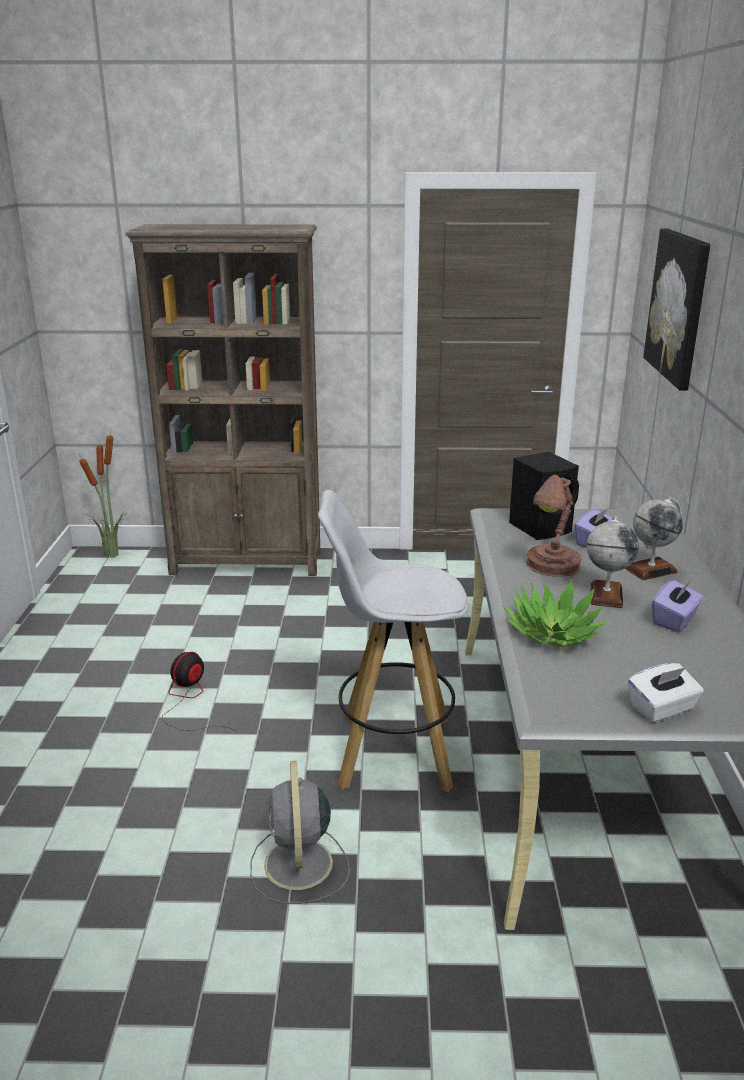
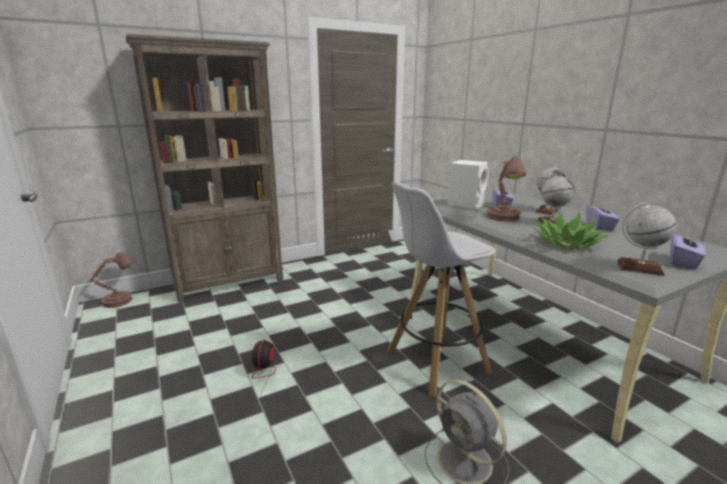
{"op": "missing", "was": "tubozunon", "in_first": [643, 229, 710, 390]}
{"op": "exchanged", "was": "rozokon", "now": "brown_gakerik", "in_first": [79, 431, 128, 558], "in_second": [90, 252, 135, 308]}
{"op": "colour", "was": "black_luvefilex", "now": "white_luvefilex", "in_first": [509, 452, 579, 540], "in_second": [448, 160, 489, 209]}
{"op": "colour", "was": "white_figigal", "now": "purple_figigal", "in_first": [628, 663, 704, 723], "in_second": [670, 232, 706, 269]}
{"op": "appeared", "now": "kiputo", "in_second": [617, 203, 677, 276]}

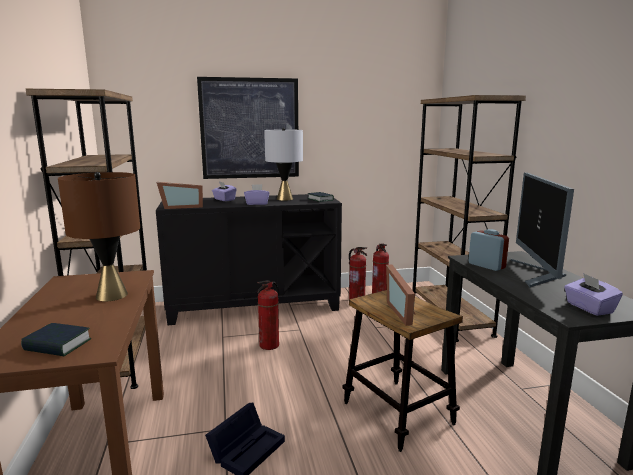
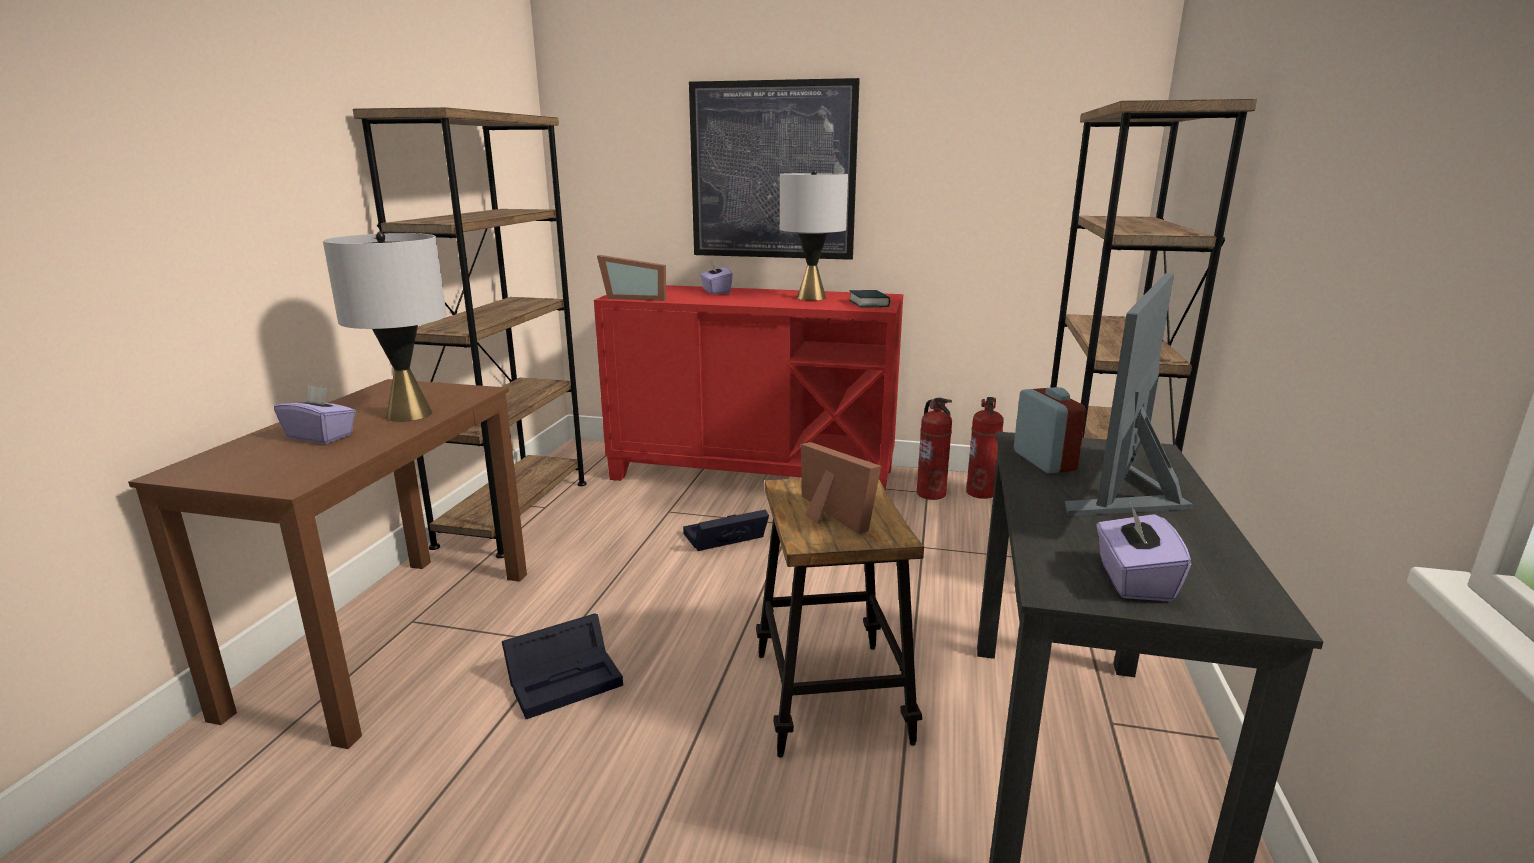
{"op": "colour", "was": "brown_gakerik", "now": "grey_gakerik", "in_first": [58, 172, 140, 301], "in_second": [323, 231, 447, 422]}
{"op": "relocated", "was": "purple_figigal", "in_first": [244, 184, 270, 205], "in_second": [274, 385, 356, 444]}
{"op": "colour", "was": "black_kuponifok", "now": "red_kuponifok", "in_first": [156, 194, 342, 325], "in_second": [594, 285, 903, 491]}
{"op": "spun", "was": "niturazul", "in_first": [386, 265, 416, 326], "in_second": [801, 442, 881, 534], "clockwise": 135}
{"op": "exchanged", "was": "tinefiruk", "now": "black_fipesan", "in_first": [257, 280, 279, 350], "in_second": [683, 509, 769, 551]}
{"op": "missing", "was": "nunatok", "in_first": [21, 323, 91, 356]}

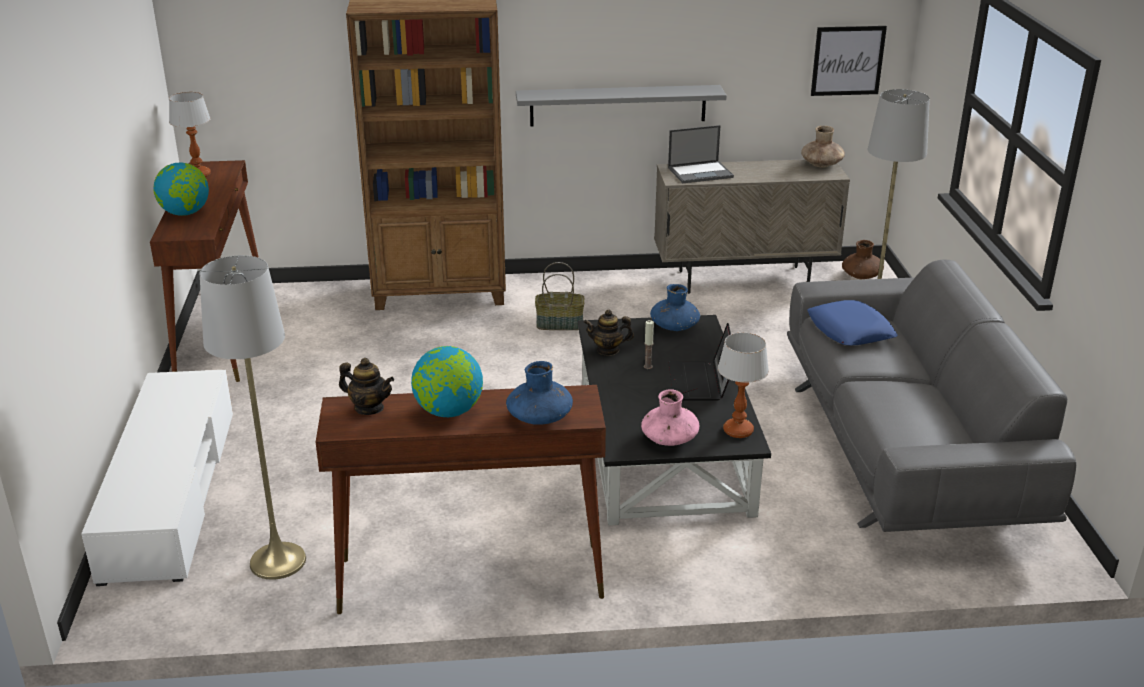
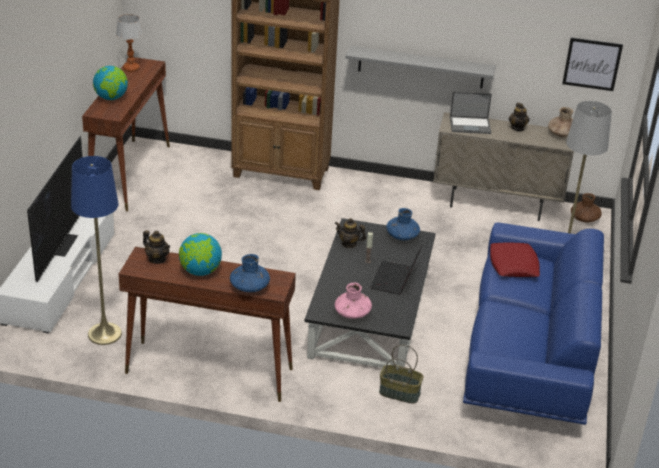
{"op": "colour", "was": "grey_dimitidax", "now": "blue_dimitidax", "in_first": [200, 255, 306, 580], "in_second": [71, 156, 122, 345]}
{"op": "colour", "was": "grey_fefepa", "now": "blue_fefepa", "in_first": [787, 259, 1076, 532], "in_second": [463, 223, 604, 425]}
{"op": "relocated", "was": "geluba", "in_first": [535, 262, 584, 330], "in_second": [379, 345, 424, 404]}
{"op": "colour", "was": "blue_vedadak", "now": "red_vedadak", "in_first": [807, 300, 898, 345], "in_second": [490, 243, 540, 277]}
{"op": "missing", "was": "gakerik", "in_first": [718, 333, 769, 438]}
{"op": "appeared", "now": "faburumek", "in_second": [509, 103, 529, 131]}
{"op": "appeared", "now": "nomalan", "in_second": [27, 136, 83, 282]}

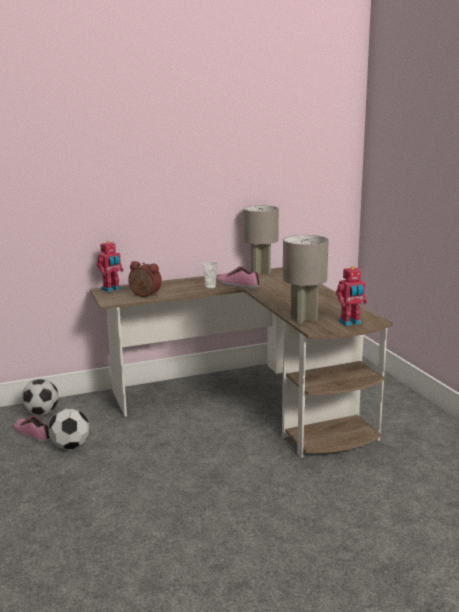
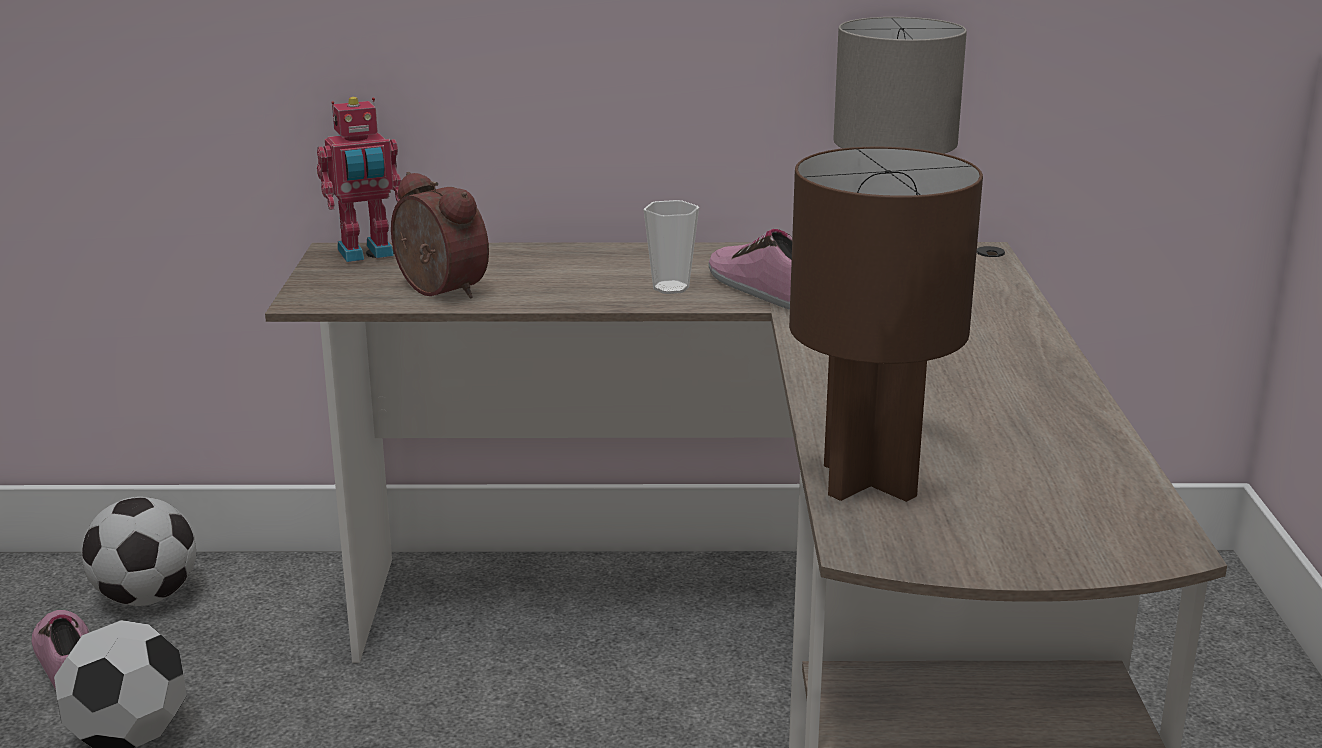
{"op": "colour", "was": "grey_gakerik", "now": "brown_gakerik", "in_first": [283, 235, 329, 324], "in_second": [789, 147, 983, 502]}
{"op": "missing", "was": "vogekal", "in_first": [336, 266, 367, 326]}

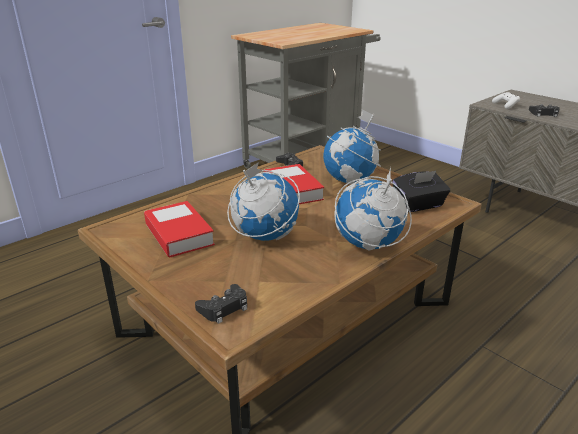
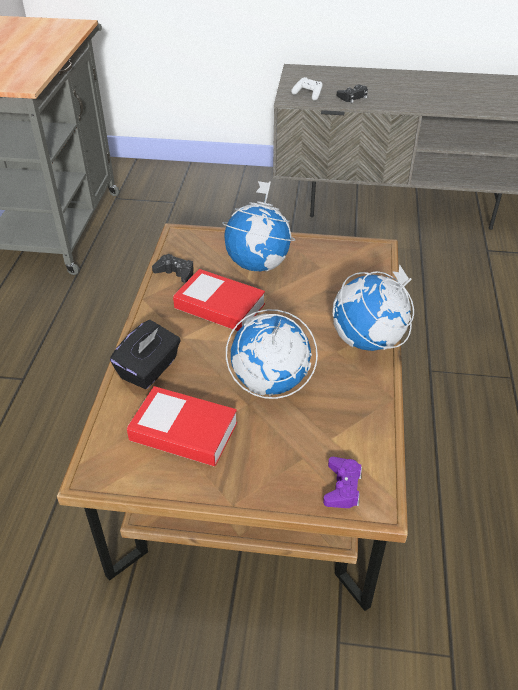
{"op": "relocated", "was": "black_figigal", "in_first": [392, 171, 450, 212], "in_second": [110, 320, 181, 389]}
{"op": "colour", "was": "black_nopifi", "now": "purple_nopifi", "in_first": [195, 284, 247, 324], "in_second": [323, 457, 362, 508]}

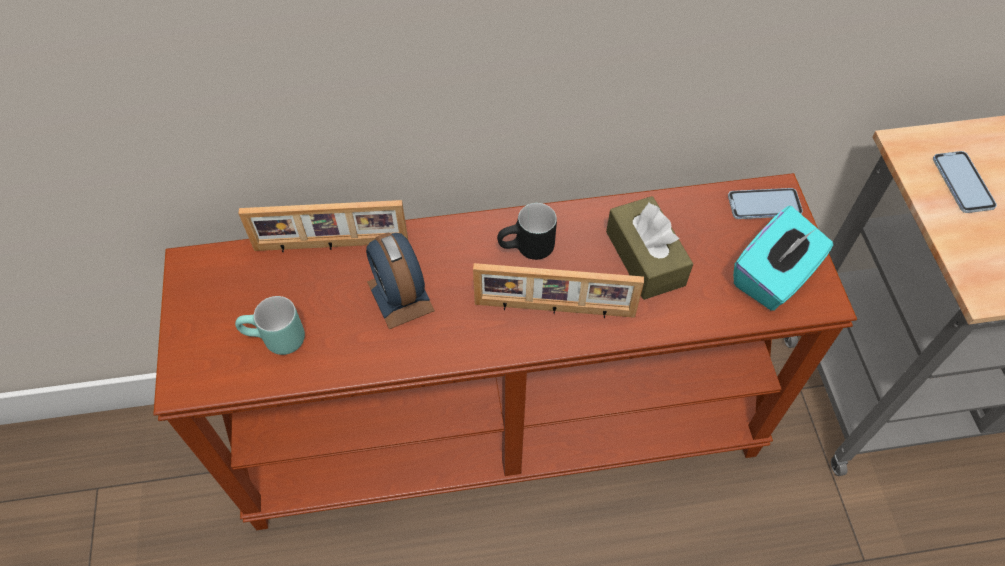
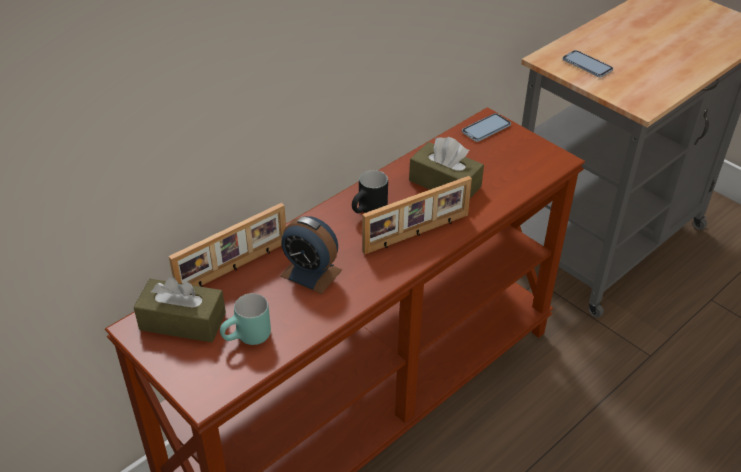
{"op": "missing", "was": "turquoise_figigal", "in_first": [733, 206, 833, 311]}
{"op": "appeared", "now": "brown_figigal", "in_second": [134, 277, 226, 342]}

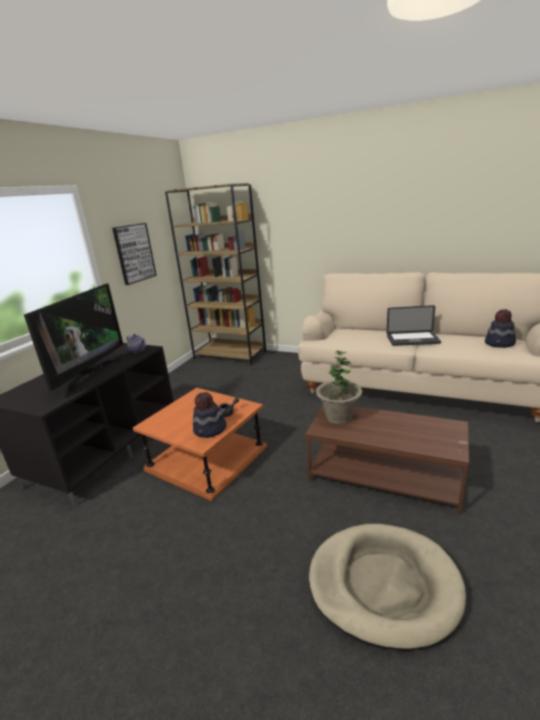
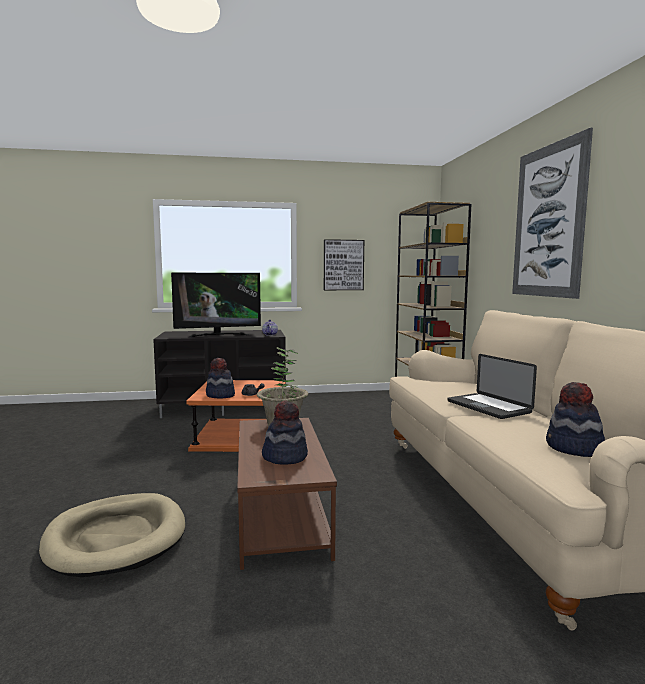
{"op": "appeared", "now": "tubozunon", "in_second": [512, 128, 593, 299]}
{"op": "appeared", "now": "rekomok", "in_second": [262, 401, 308, 464]}

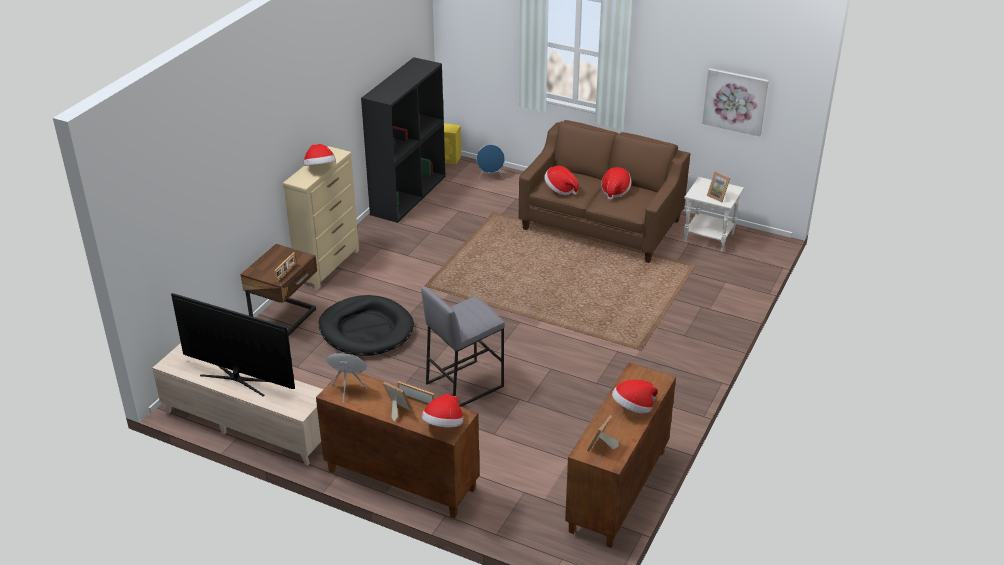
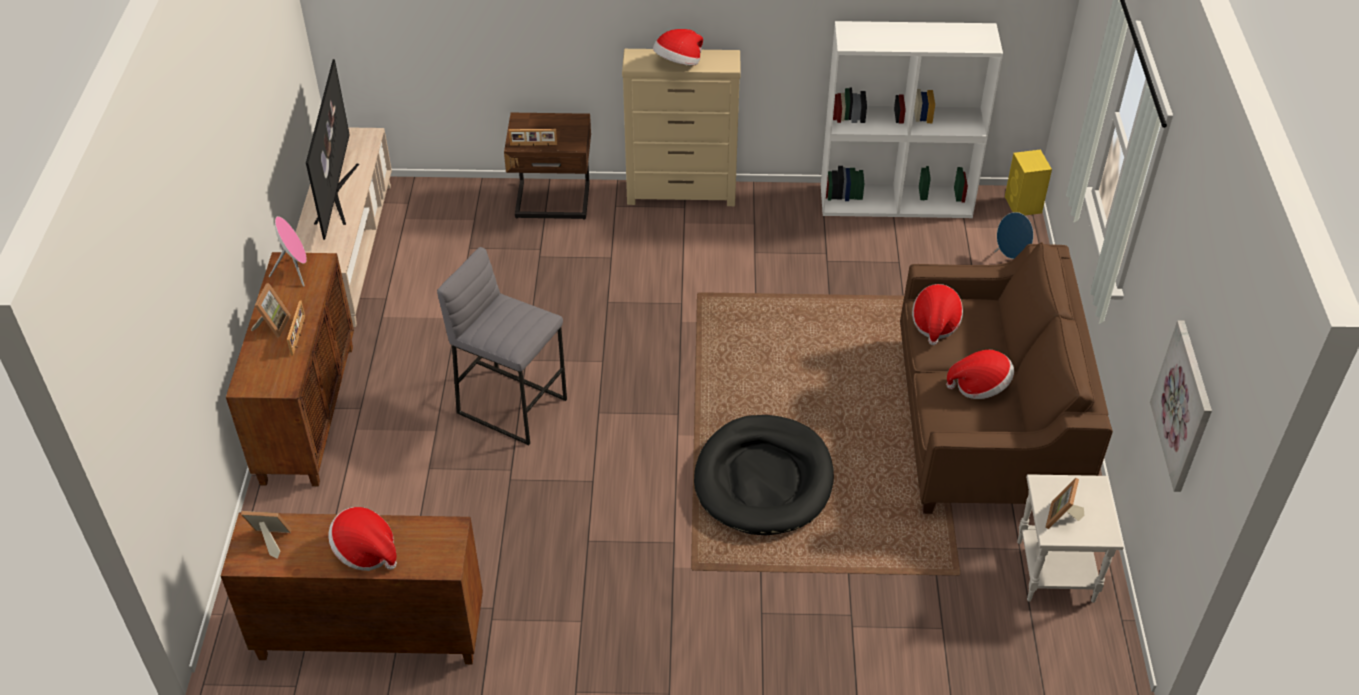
{"op": "colour", "was": "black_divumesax", "now": "white_divumesax", "in_first": [361, 57, 446, 223], "in_second": [821, 21, 1003, 218]}
{"op": "relocated", "was": "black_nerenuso", "in_first": [319, 295, 414, 356], "in_second": [694, 415, 834, 535]}
{"op": "missing", "was": "rekomok", "in_first": [422, 394, 463, 427]}

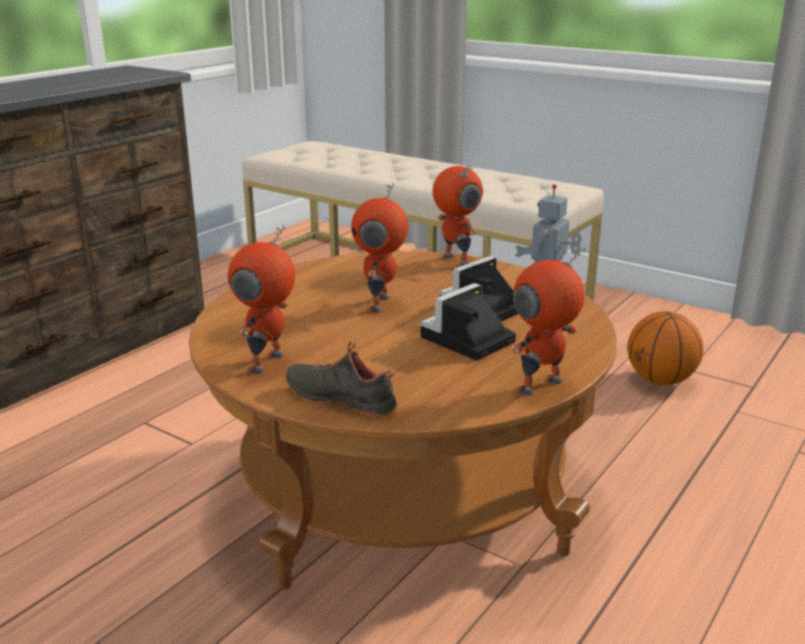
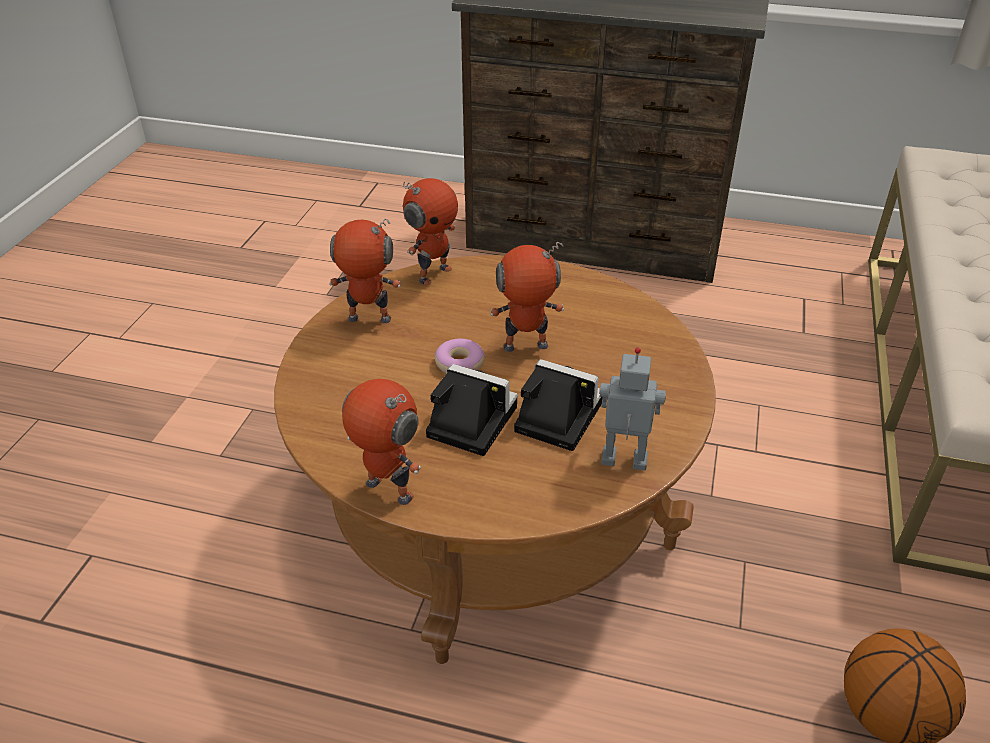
{"op": "relocated", "was": "vogekal", "in_first": [433, 165, 483, 266], "in_second": [403, 178, 458, 285]}
{"op": "missing", "was": "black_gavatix", "in_first": [285, 341, 397, 417]}
{"op": "appeared", "now": "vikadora", "in_second": [435, 338, 485, 374]}

